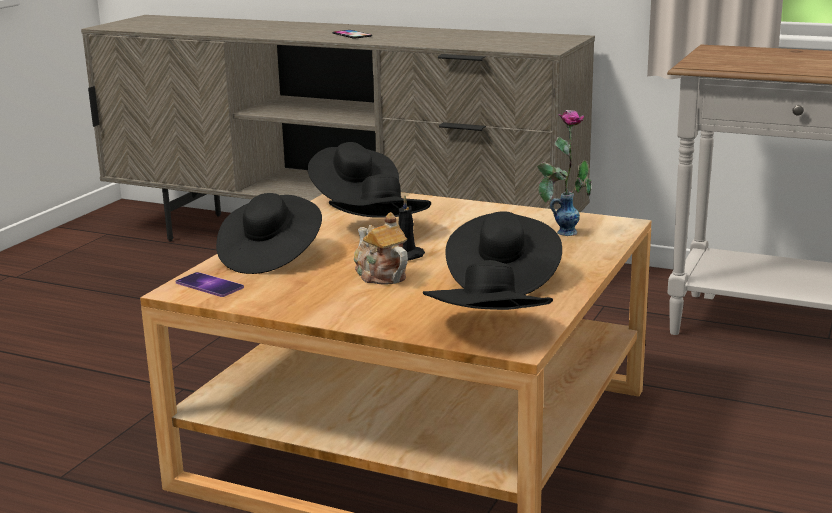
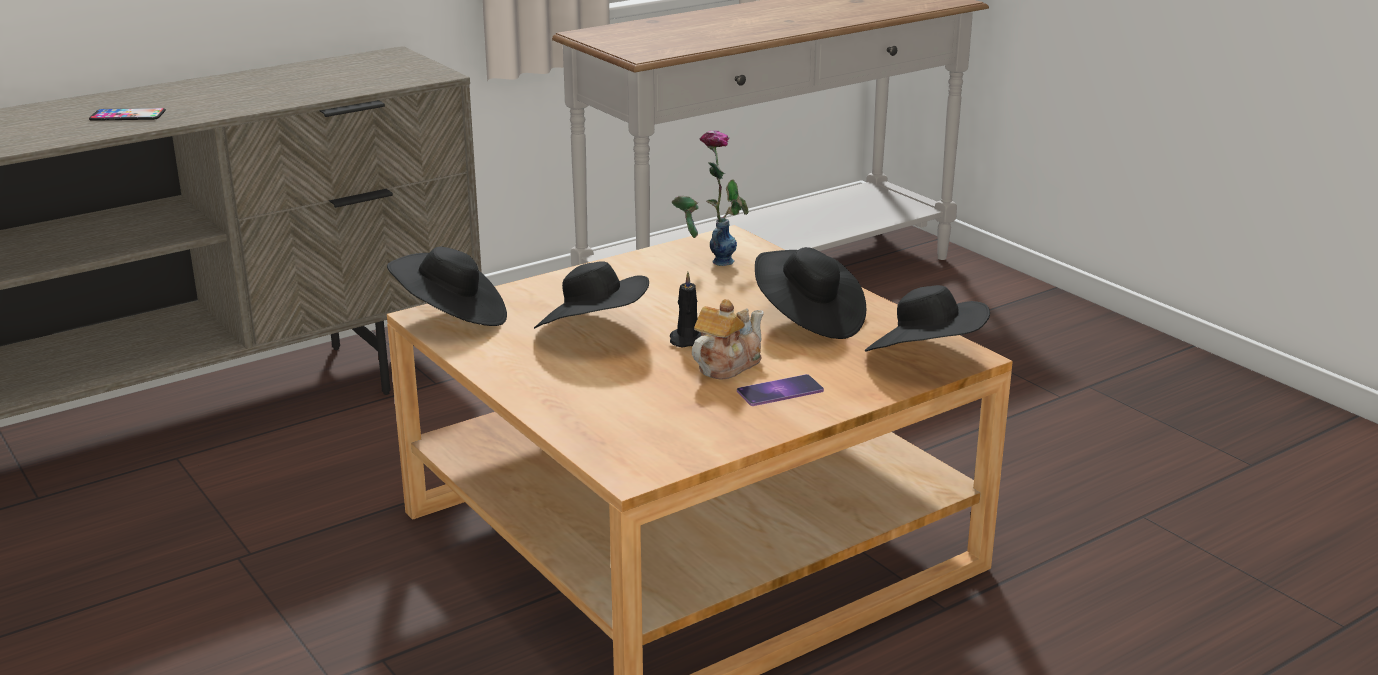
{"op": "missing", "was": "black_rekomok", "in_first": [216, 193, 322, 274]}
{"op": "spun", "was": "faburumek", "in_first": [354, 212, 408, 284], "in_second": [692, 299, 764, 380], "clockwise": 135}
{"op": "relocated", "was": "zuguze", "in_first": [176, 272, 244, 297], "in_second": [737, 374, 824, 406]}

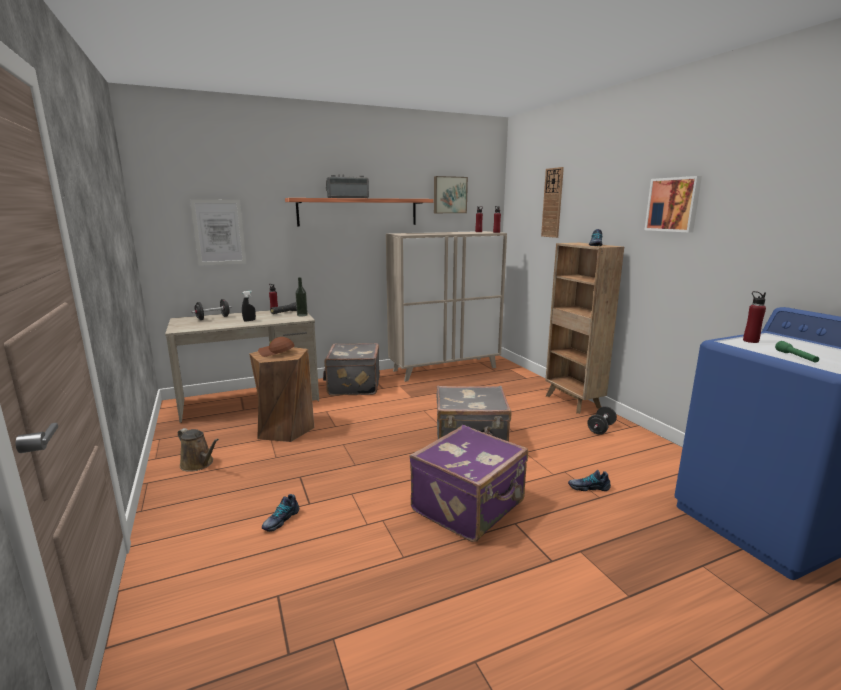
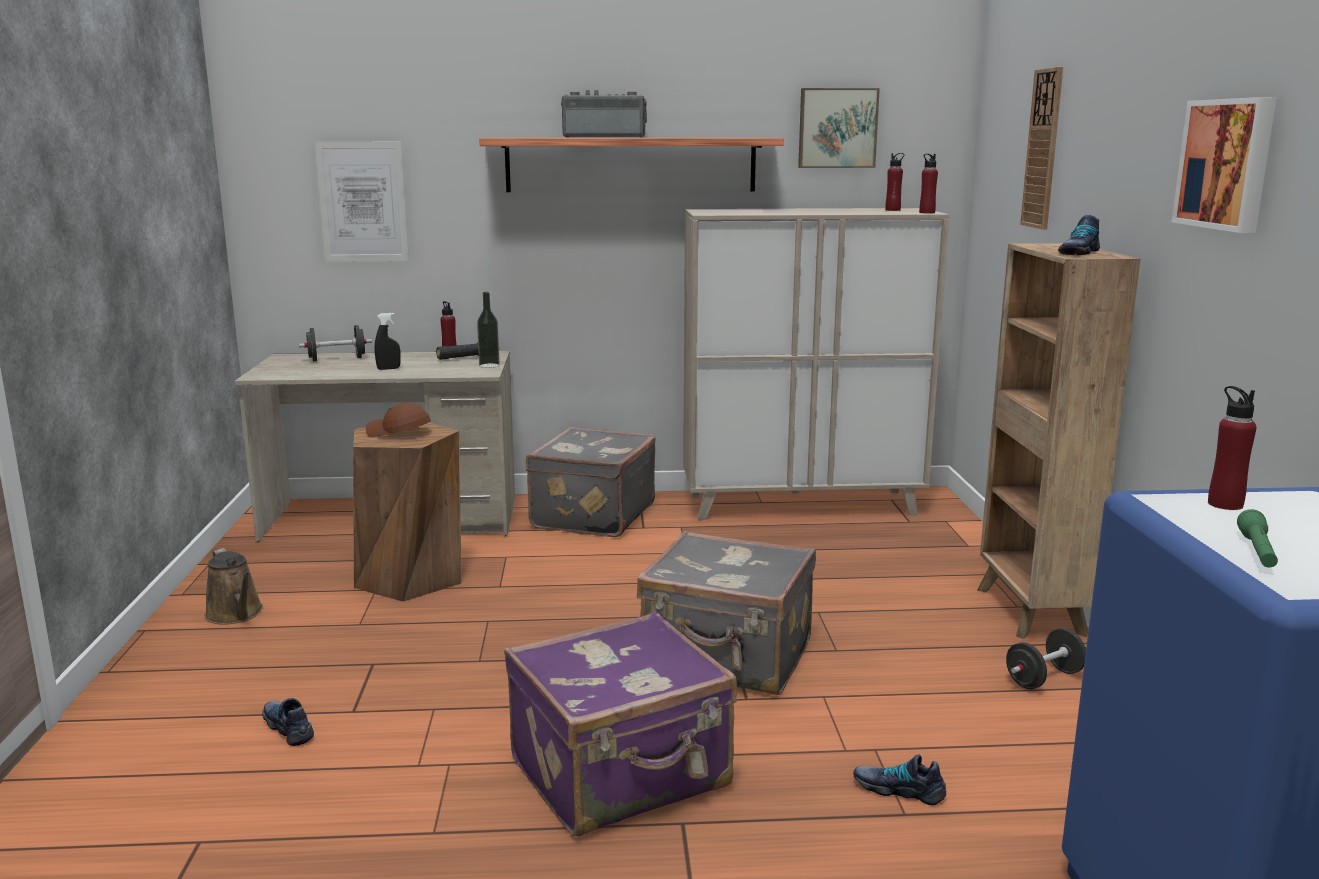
{"op": "spun", "was": "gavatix", "in_first": [262, 494, 299, 532], "in_second": [262, 698, 314, 746], "clockwise": 90}

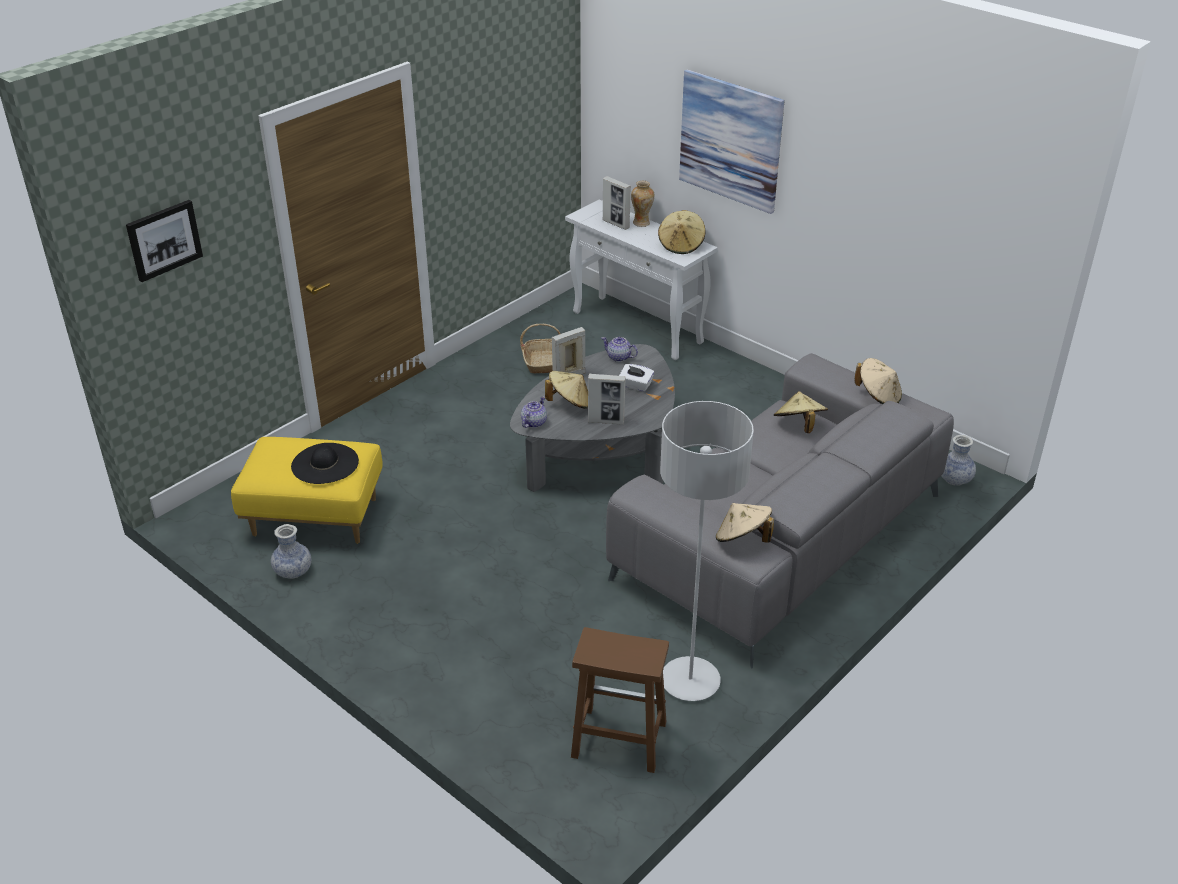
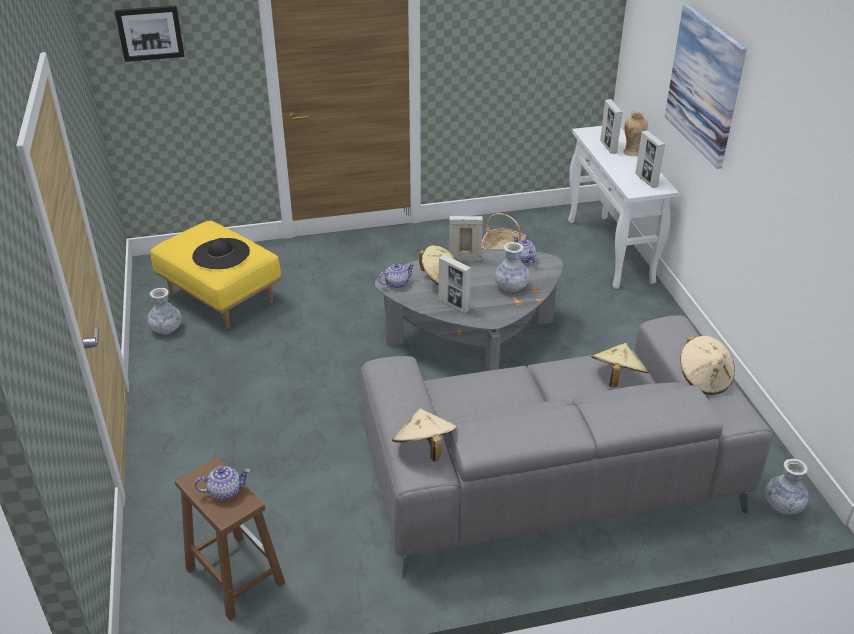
{"op": "exchanged", "was": "beige_rekomok", "now": "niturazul", "in_first": [658, 210, 705, 254], "in_second": [635, 131, 665, 188]}
{"op": "exchanged", "was": "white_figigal", "now": "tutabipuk", "in_first": [619, 364, 654, 392], "in_second": [494, 242, 530, 292]}
{"op": "missing", "was": "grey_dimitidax", "in_first": [660, 401, 754, 701]}
{"op": "appeared", "now": "faburumek", "in_second": [195, 466, 250, 500]}

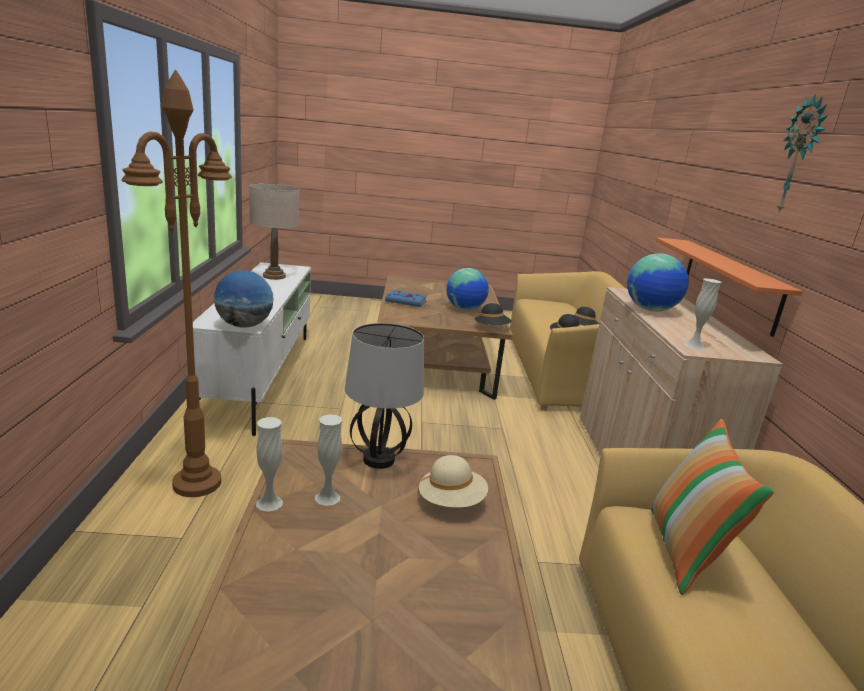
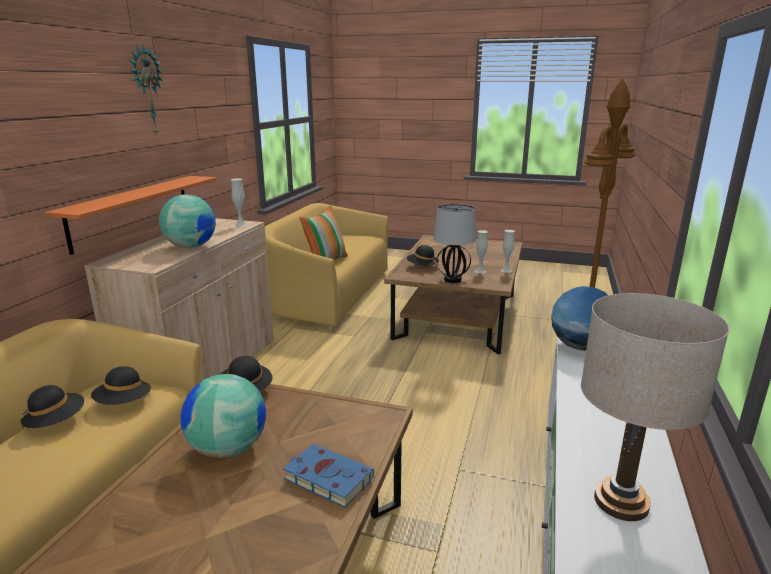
{"op": "colour", "was": "beige_rekomok", "now": "black_rekomok", "in_first": [418, 455, 488, 508], "in_second": [407, 245, 439, 270]}

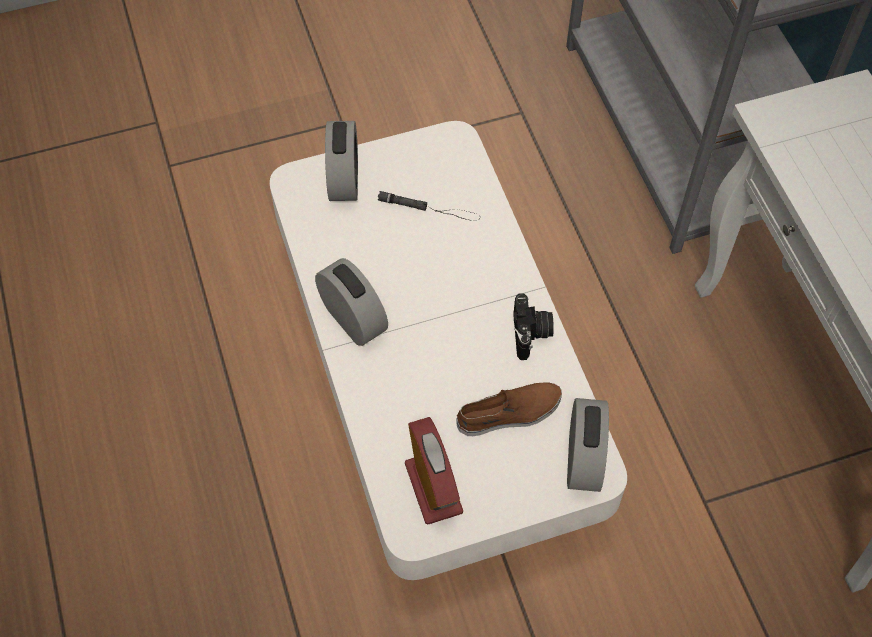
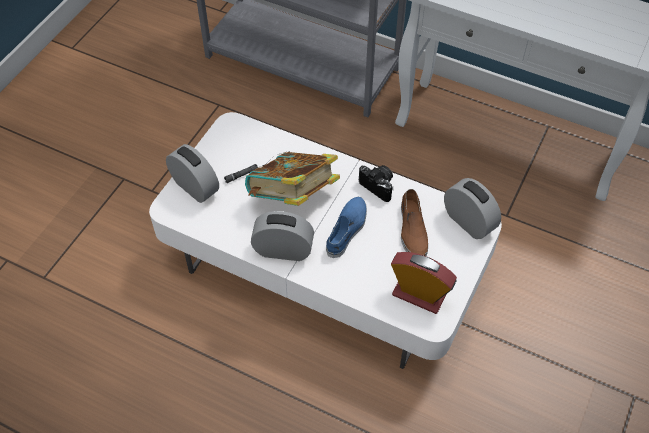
{"op": "spun", "was": "brown_gavatix", "in_first": [456, 382, 562, 436], "in_second": [401, 189, 428, 256], "clockwise": 150}
{"op": "appeared", "now": "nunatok", "in_second": [245, 152, 340, 206]}
{"op": "appeared", "now": "blue_gavatix", "in_second": [326, 197, 367, 258]}

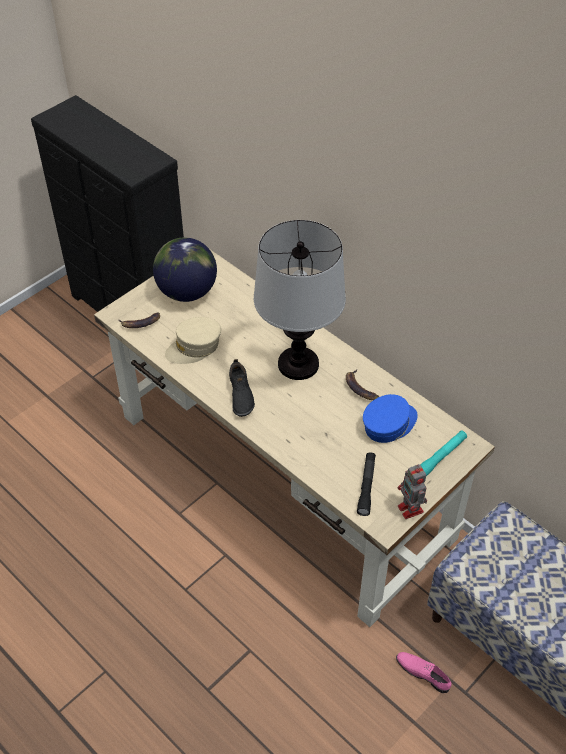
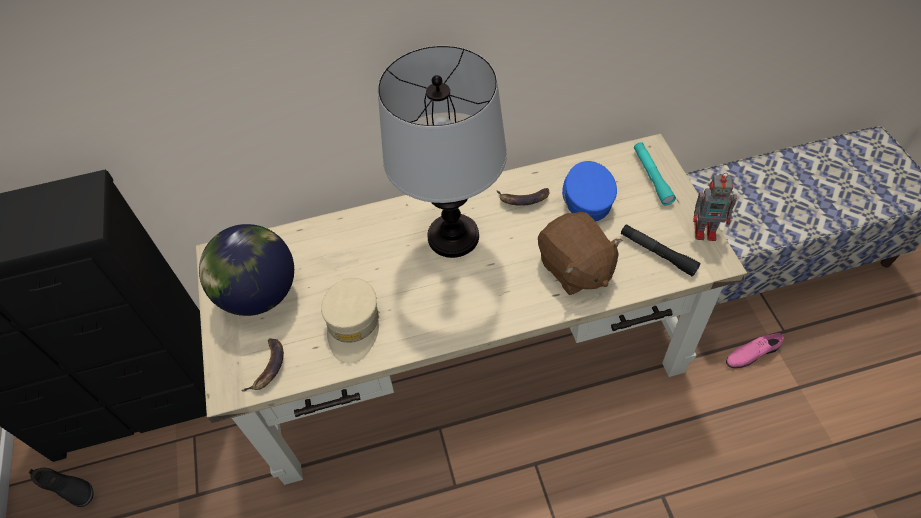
{"op": "relocated", "was": "black_gavatix", "in_first": [229, 359, 255, 417], "in_second": [28, 468, 93, 507]}
{"op": "appeared", "now": "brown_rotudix", "in_second": [538, 212, 622, 295]}

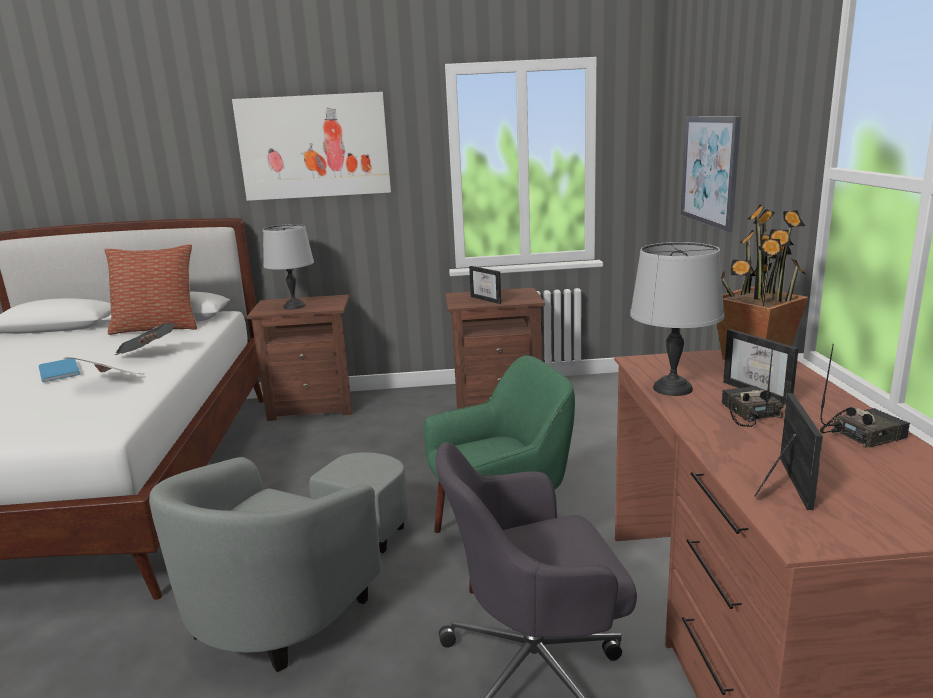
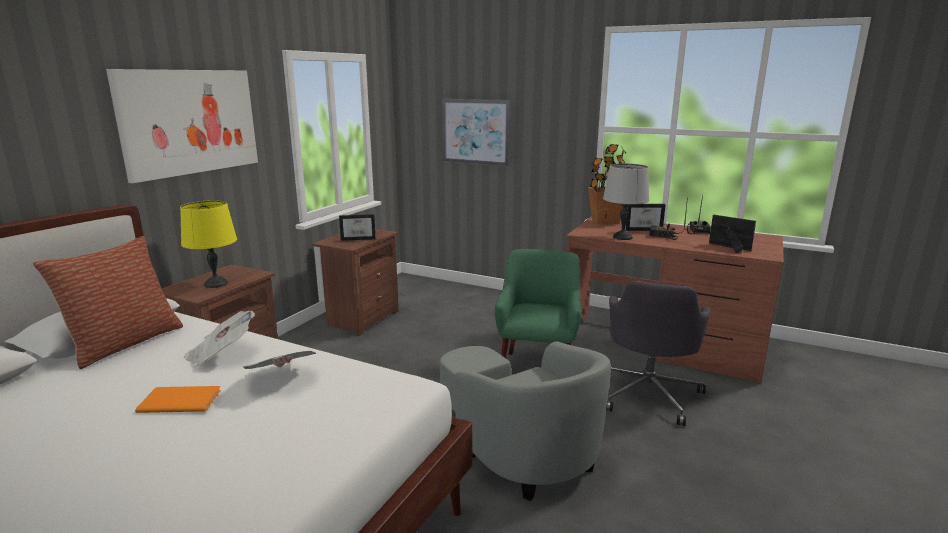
{"op": "colour", "was": "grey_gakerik", "now": "yellow_gakerik", "in_first": [263, 224, 314, 309], "in_second": [180, 200, 237, 288]}
{"op": "colour", "was": "blue_nunatok", "now": "orange_nunatok", "in_first": [39, 359, 80, 382], "in_second": [135, 386, 221, 413]}

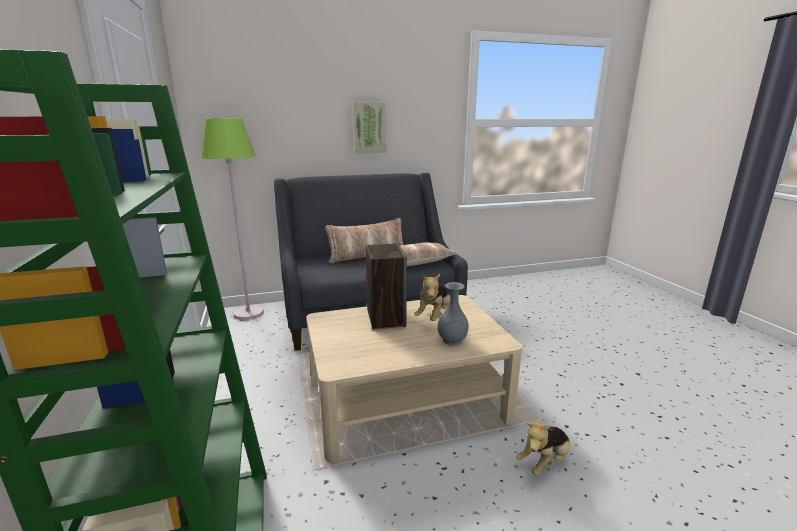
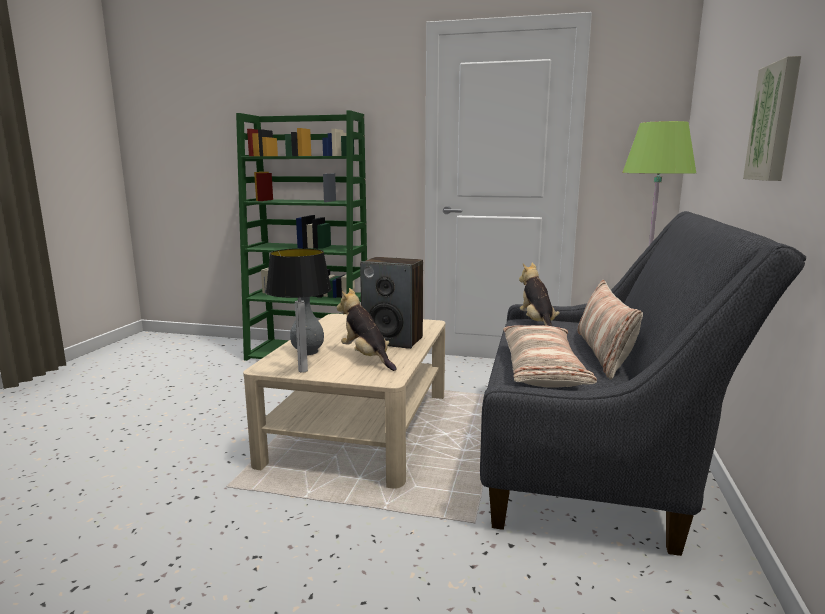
{"op": "relocated", "was": "rotudix", "in_first": [516, 422, 570, 476], "in_second": [519, 263, 560, 326]}
{"op": "appeared", "now": "gakerik", "in_second": [266, 248, 332, 372]}

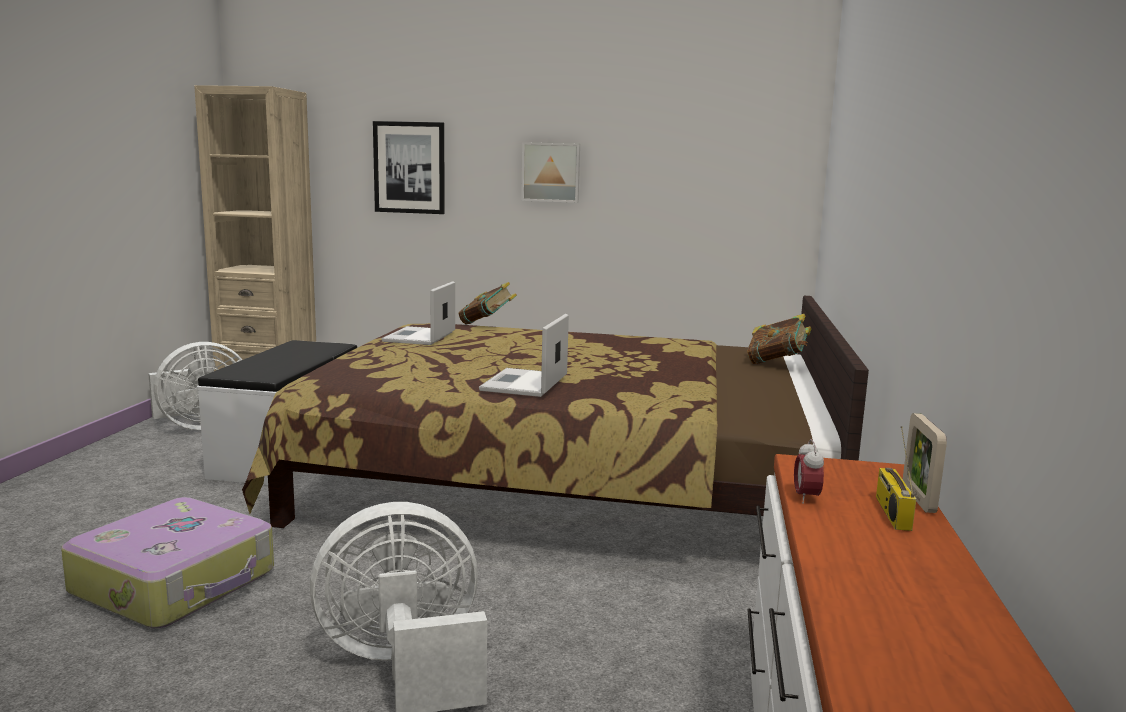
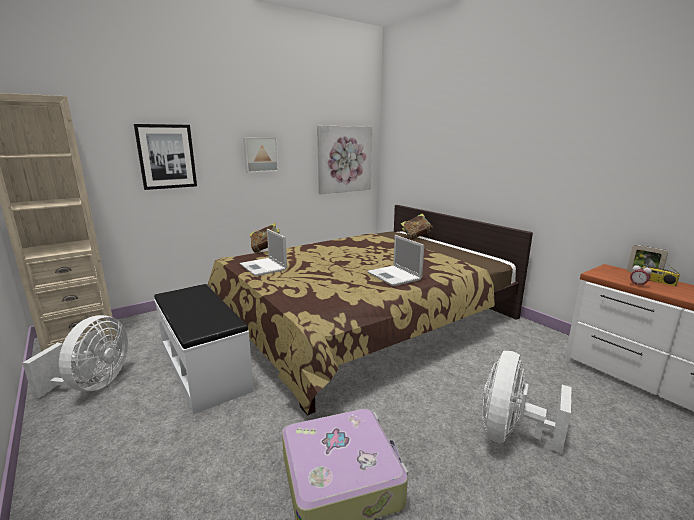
{"op": "appeared", "now": "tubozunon", "in_second": [317, 126, 372, 194]}

